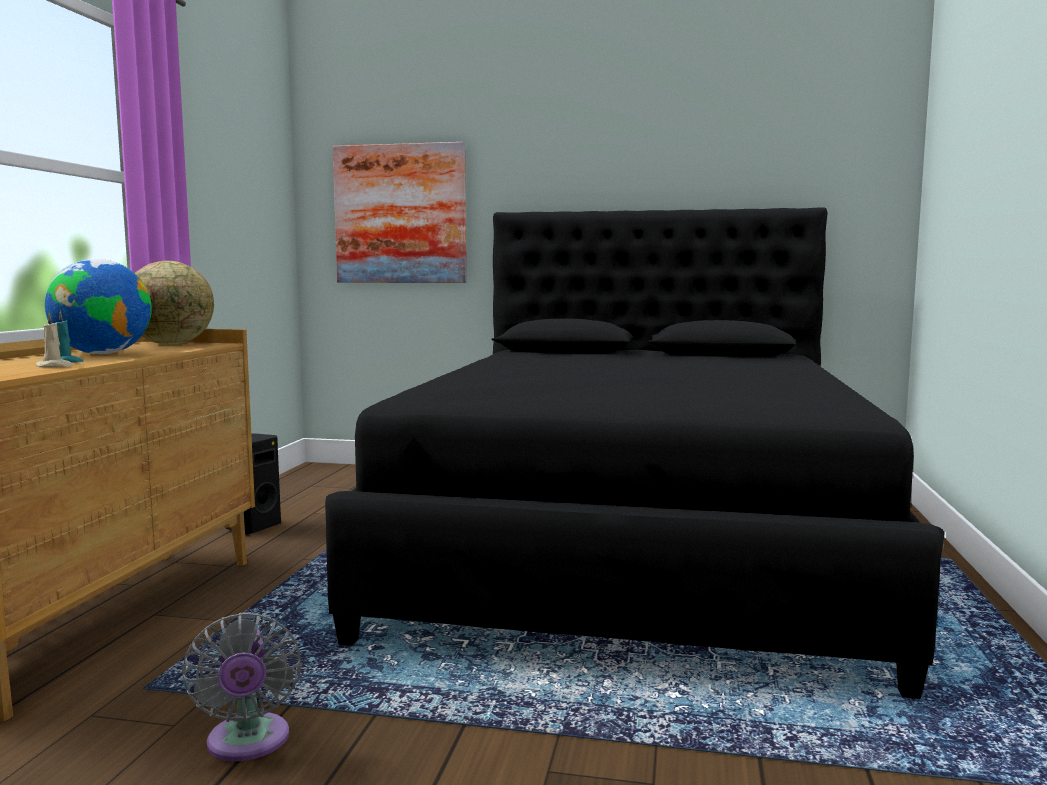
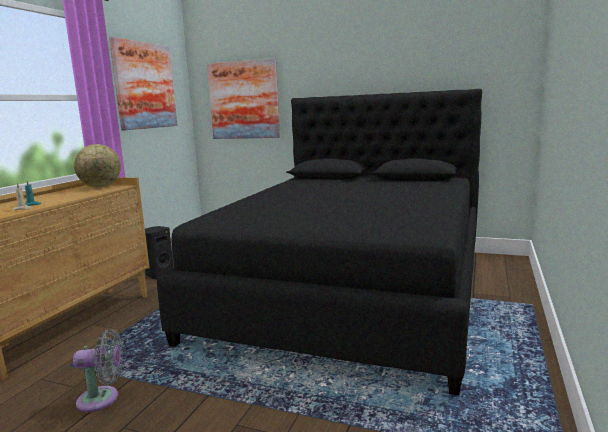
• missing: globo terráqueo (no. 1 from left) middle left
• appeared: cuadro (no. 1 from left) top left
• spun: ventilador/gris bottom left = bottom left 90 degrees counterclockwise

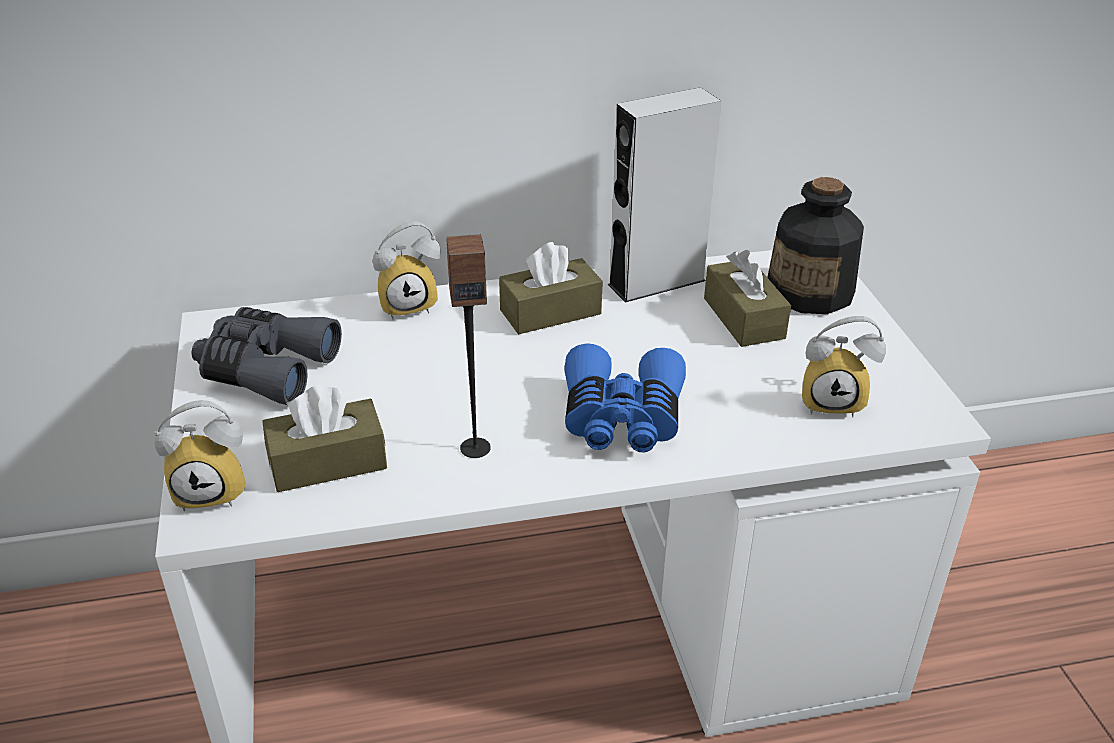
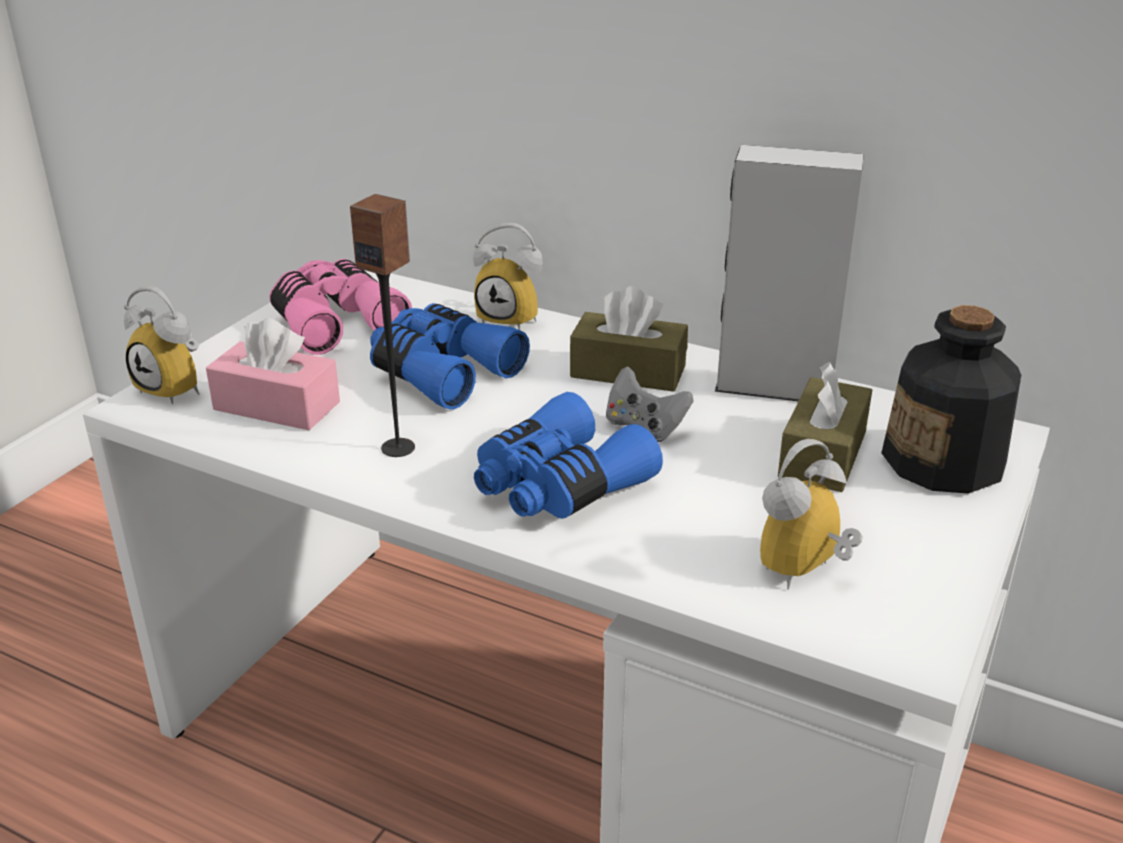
• appeared: prismáticos/azul (no. 1 from left) centre
• appeared: mando de consola/gris centre
• colour: prismáticos/gris middle left to prismáticos/rosa middle left
• colour: caja de pañuelos/marrón (no. 1 from left) middle left to caja de pañuelos/rosa middle left
• spun: despertador (no. 3 from left) middle right = middle right 90 degrees clockwise

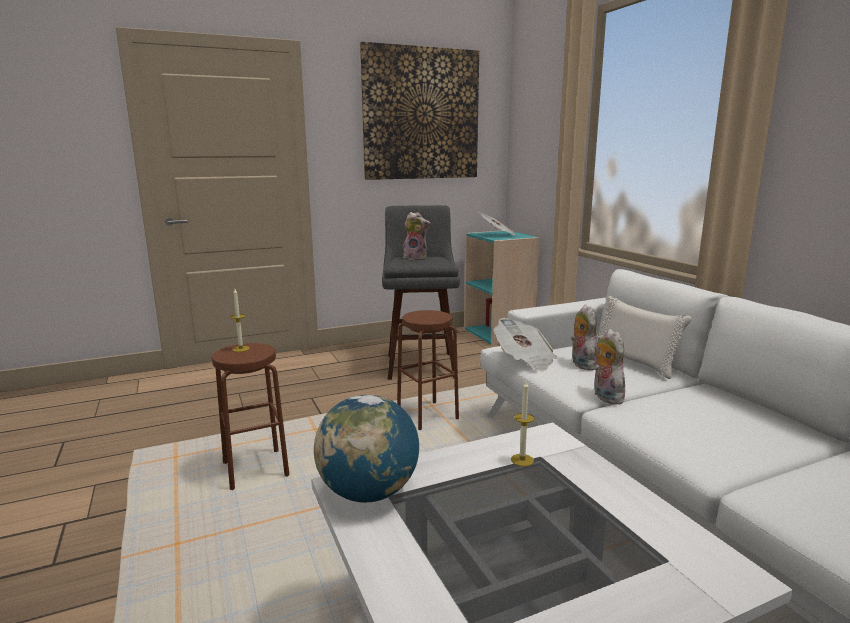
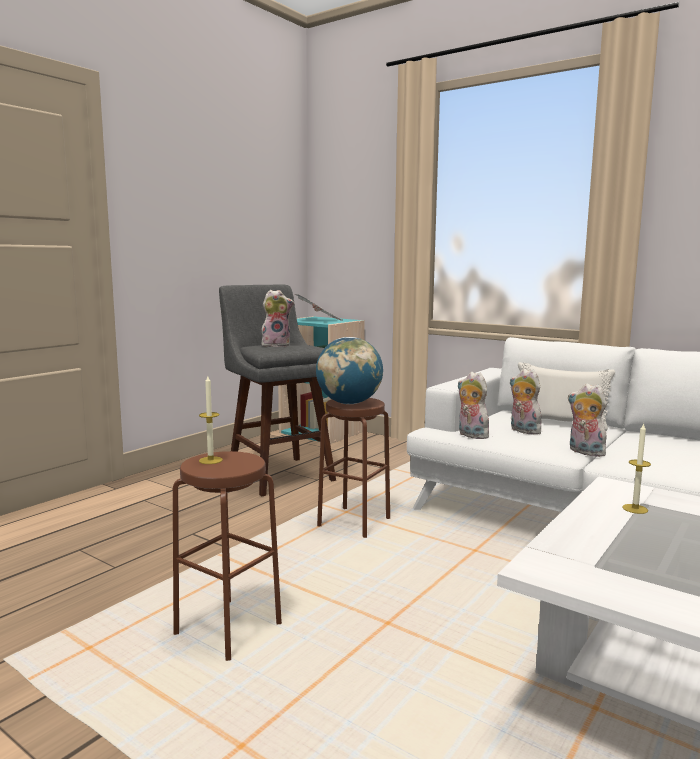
• missing: cuadro top centre
• relocated: globo terráqueo bottom centre to centre
• exchanged: periódico (no. 2 from left) centre to peluche (no. 2 from left) middle right

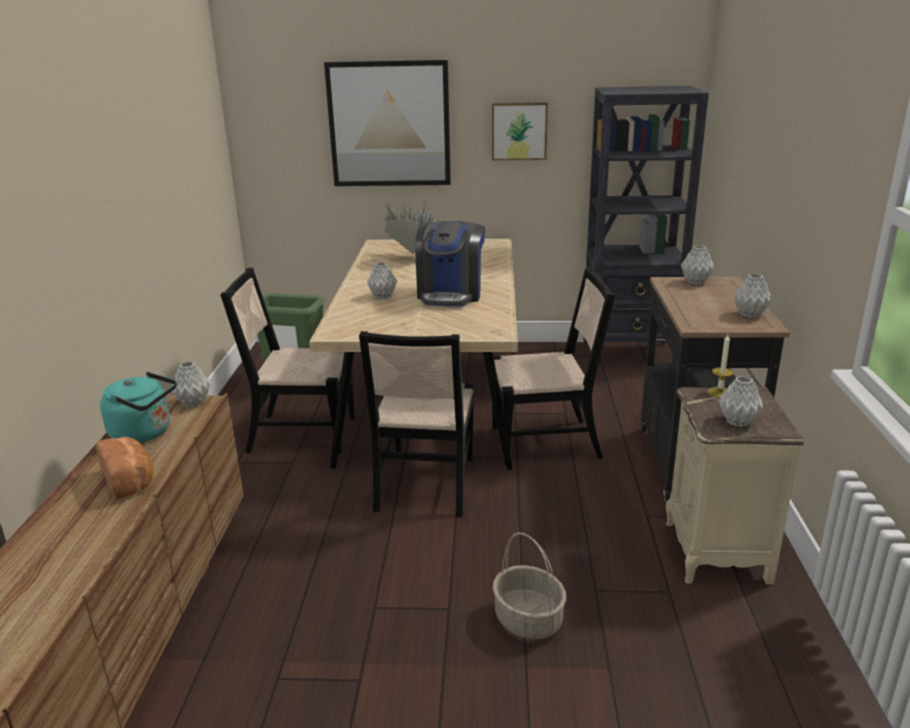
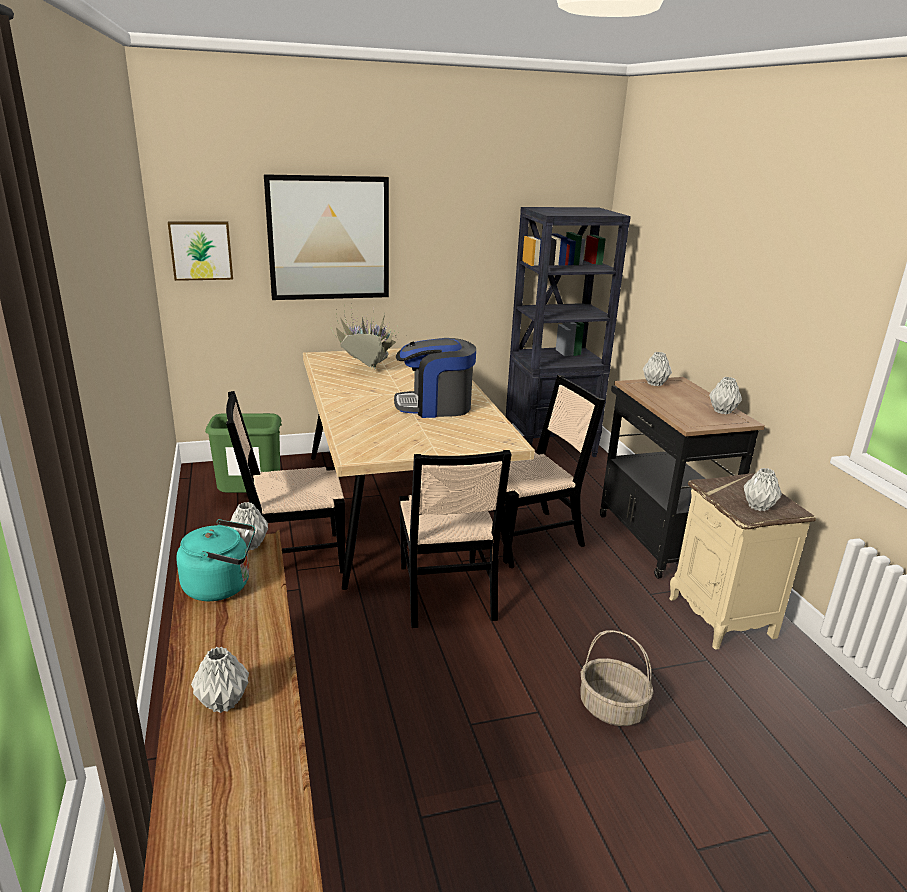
• missing: pan middle left
• missing: vela middle right
• relocated: florero/gris (no. 2 from left in the first image) centre to florero/gris (no. 1 from left) bottom left
• relocated: cuadro (no. 2 from left in the first image) top centre to cuadro (no. 1 from left) top left
• spun: cafetera centre = centre 90 degrees clockwise

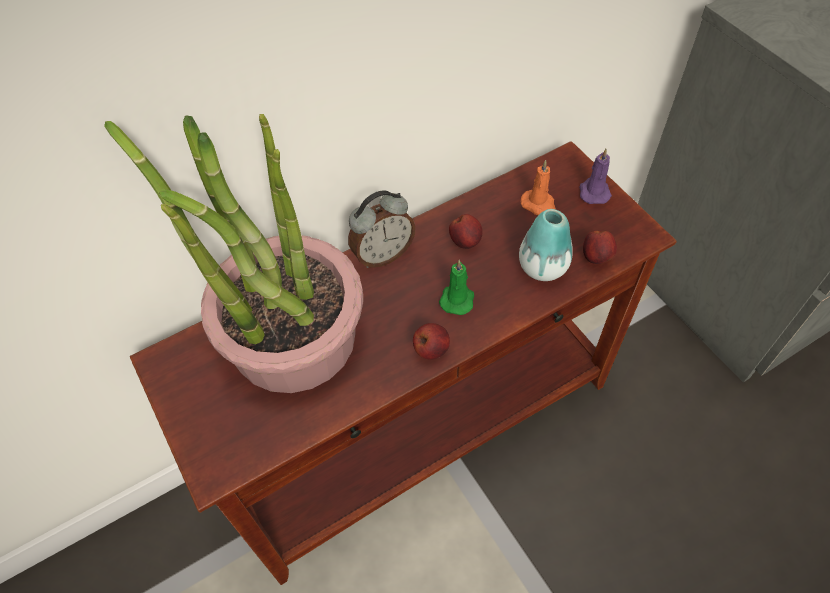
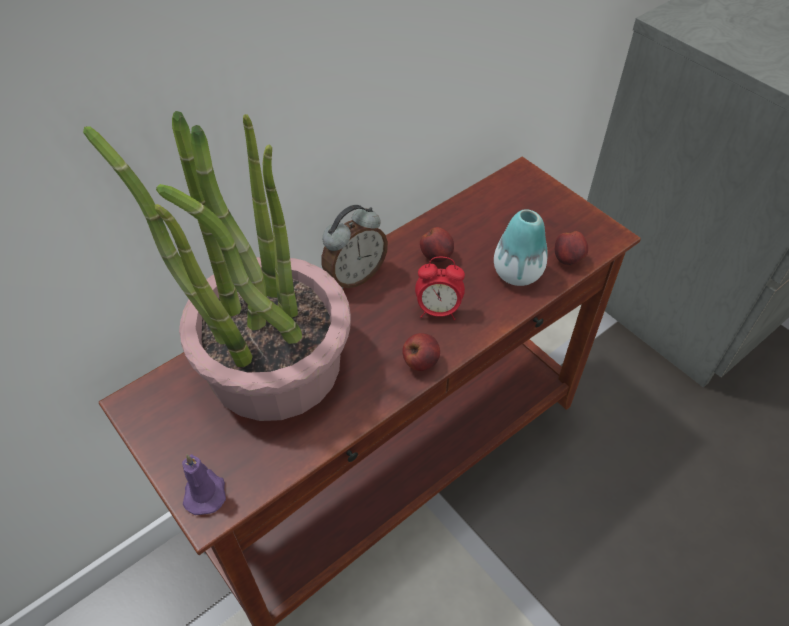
• missing: vela/naranja top centre
• relocated: vela/morado top right to bottom left
• exchanged: vela/verde centre to despertador (no. 2 from left) centre

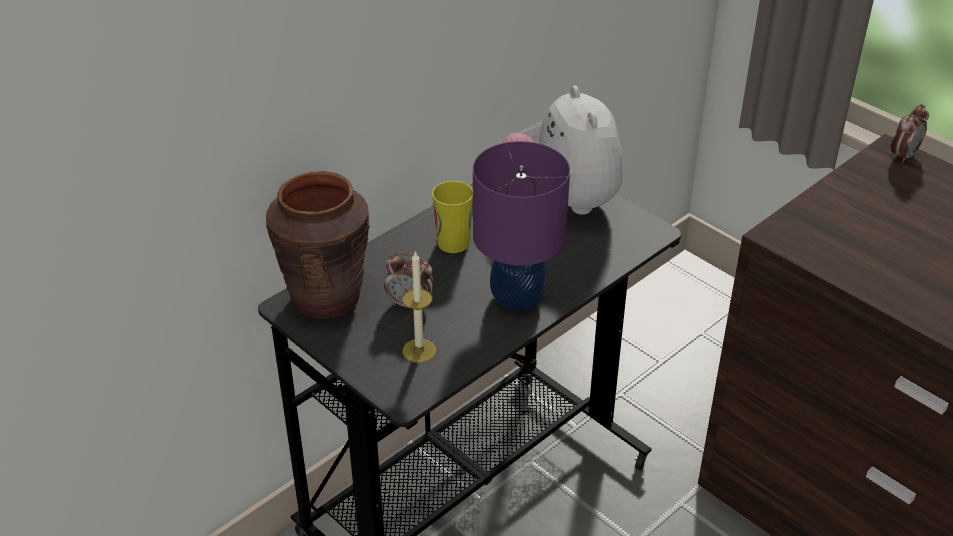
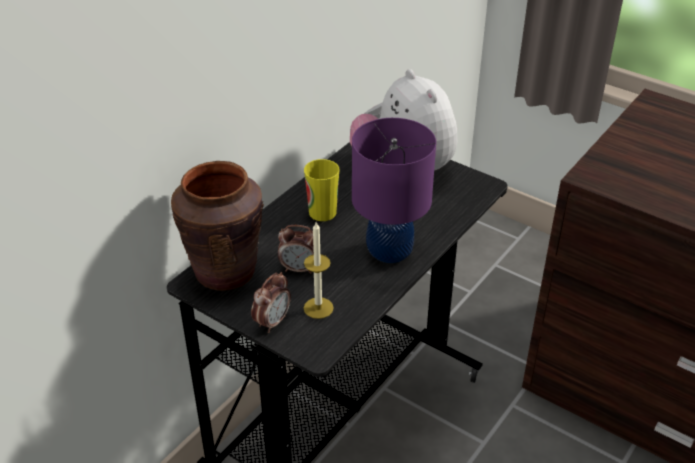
• relocated: despertador (no. 2 from left in the first image) top right to despertador (no. 1 from left) centre

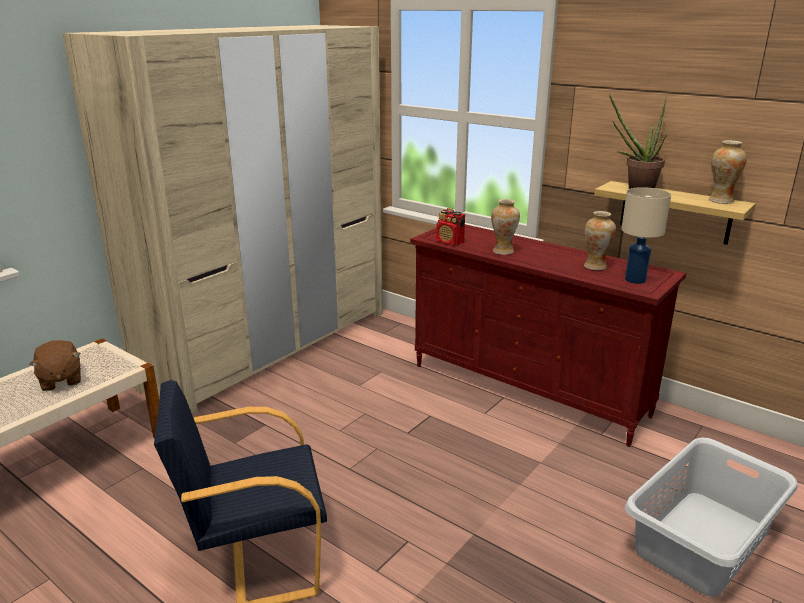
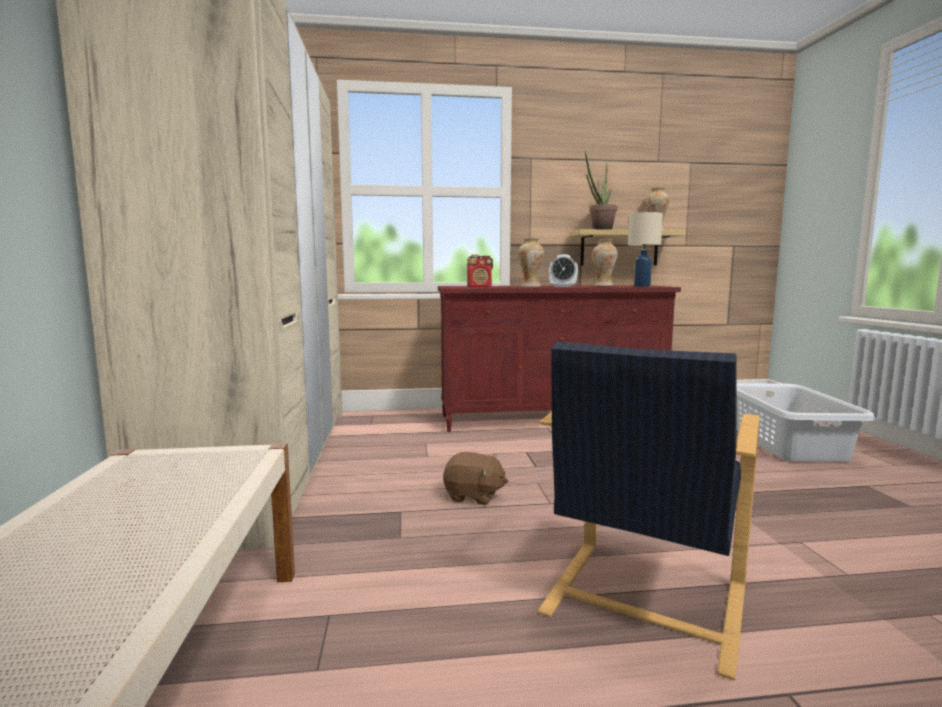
• appeared: despertador centre
• relocated: peluche/marrón middle left to bottom centre

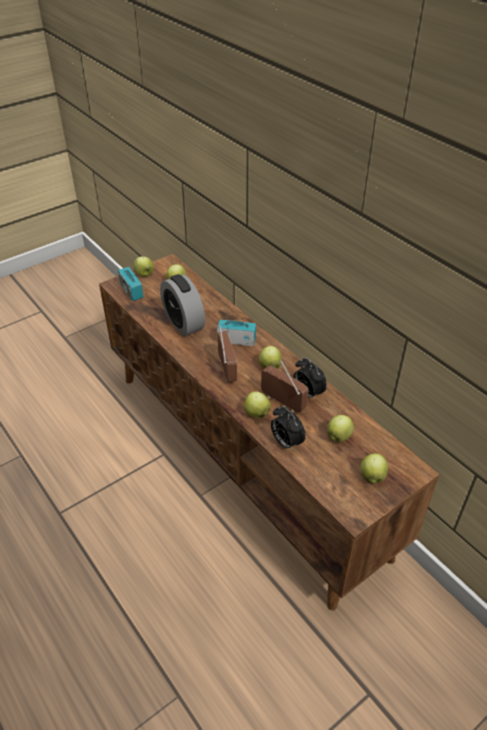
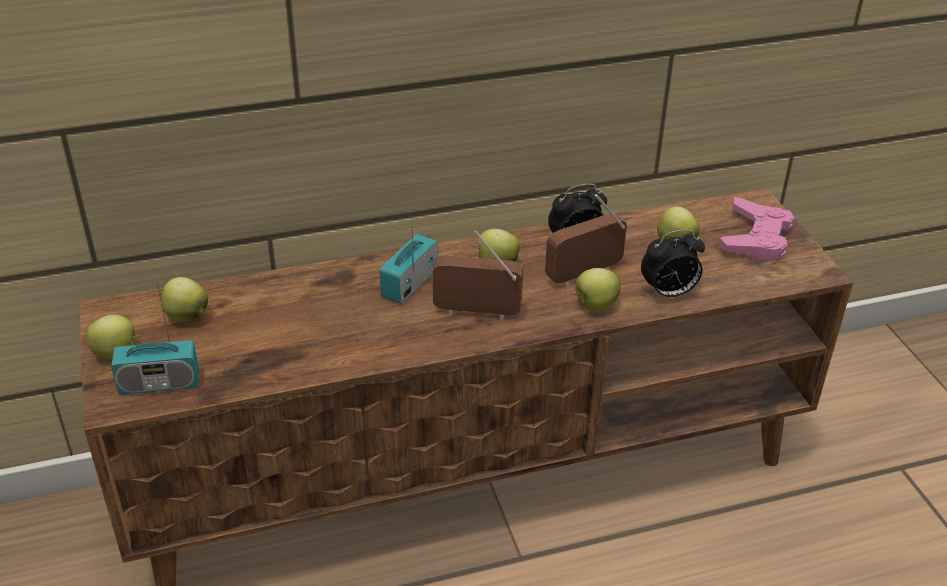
• missing: despertador (no. 1 from left) centre
• exchanged: manzana (no. 6 from left) middle right to mando de consola/rosa middle right

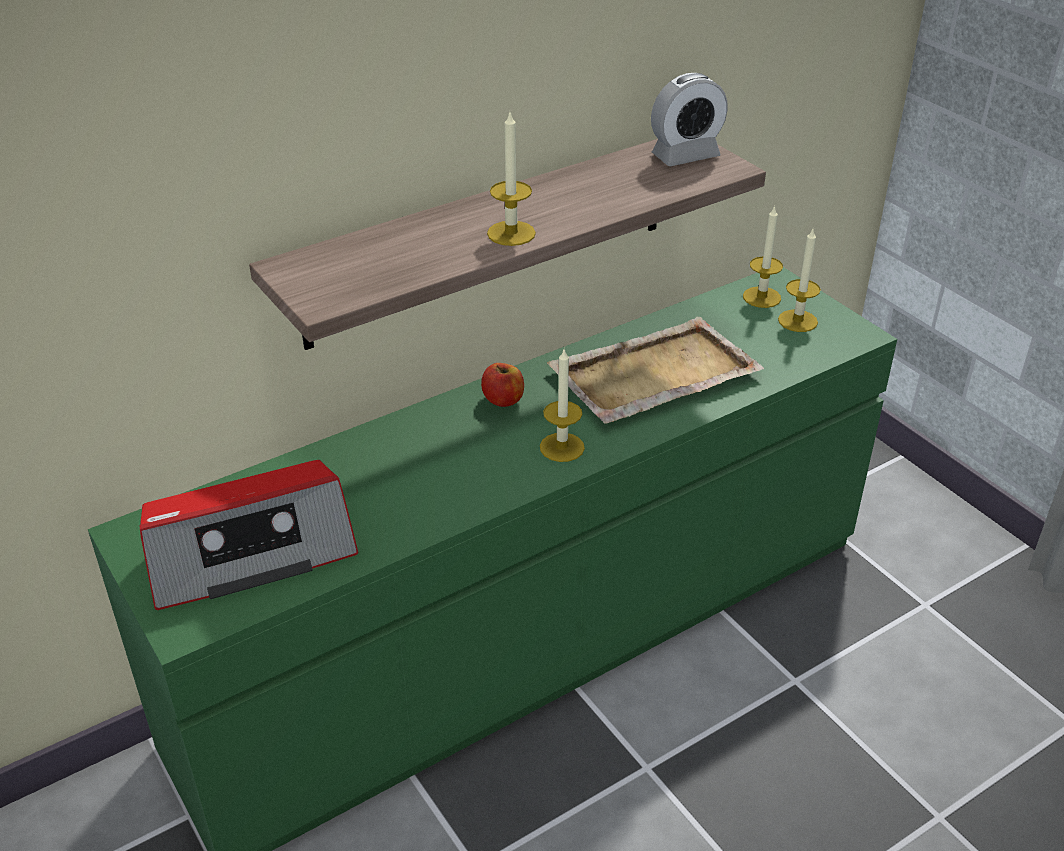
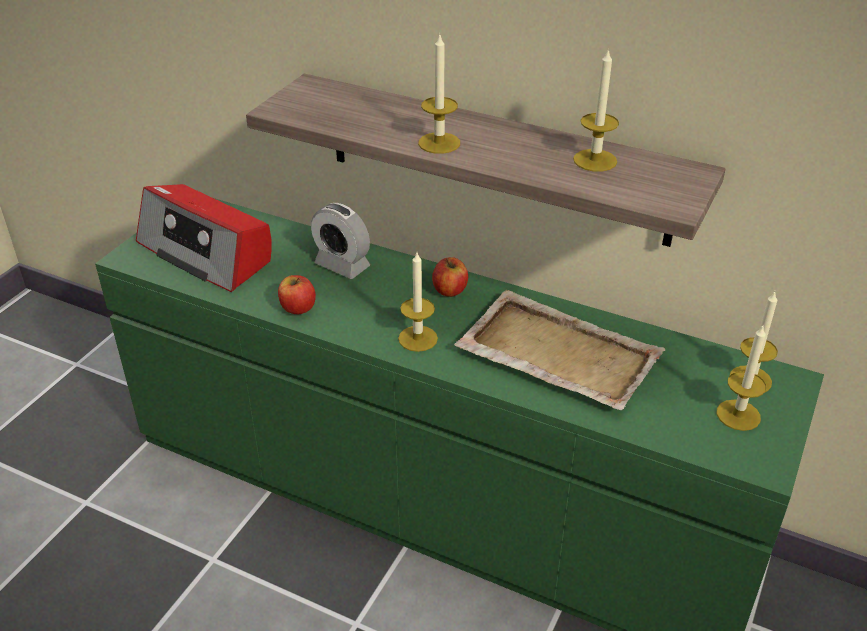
• appeared: manzana (no. 1 from left) centre
• appeared: vela (no. 3 from left) top right
• relocated: despertador top centre to centre

